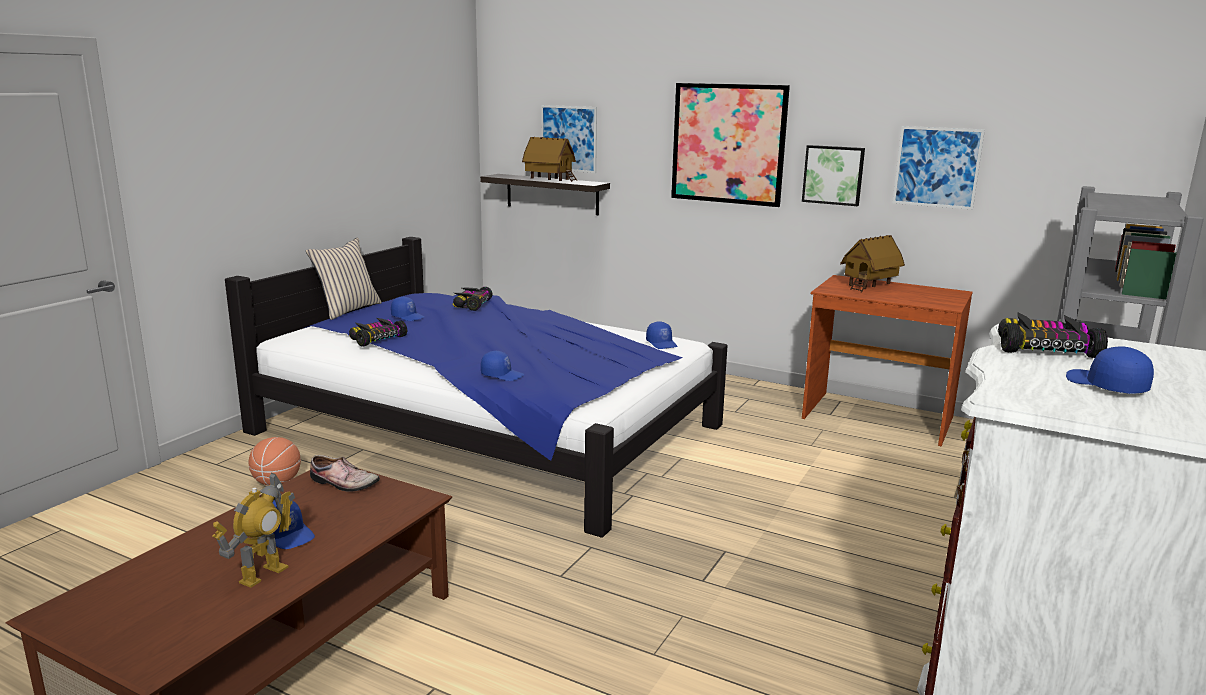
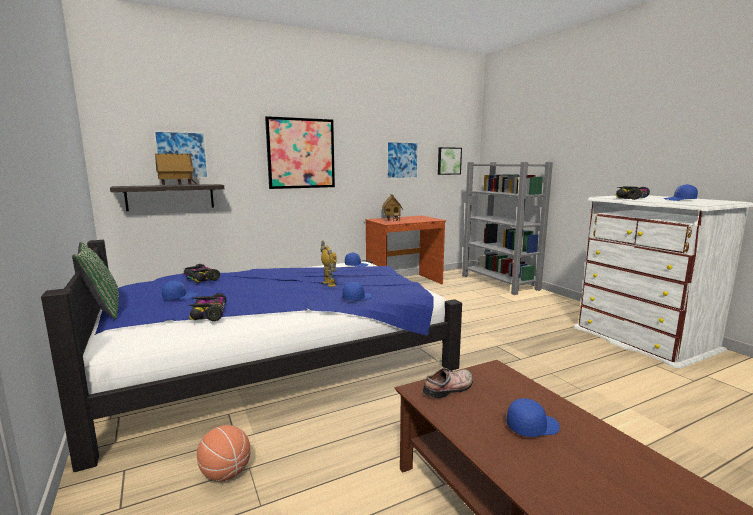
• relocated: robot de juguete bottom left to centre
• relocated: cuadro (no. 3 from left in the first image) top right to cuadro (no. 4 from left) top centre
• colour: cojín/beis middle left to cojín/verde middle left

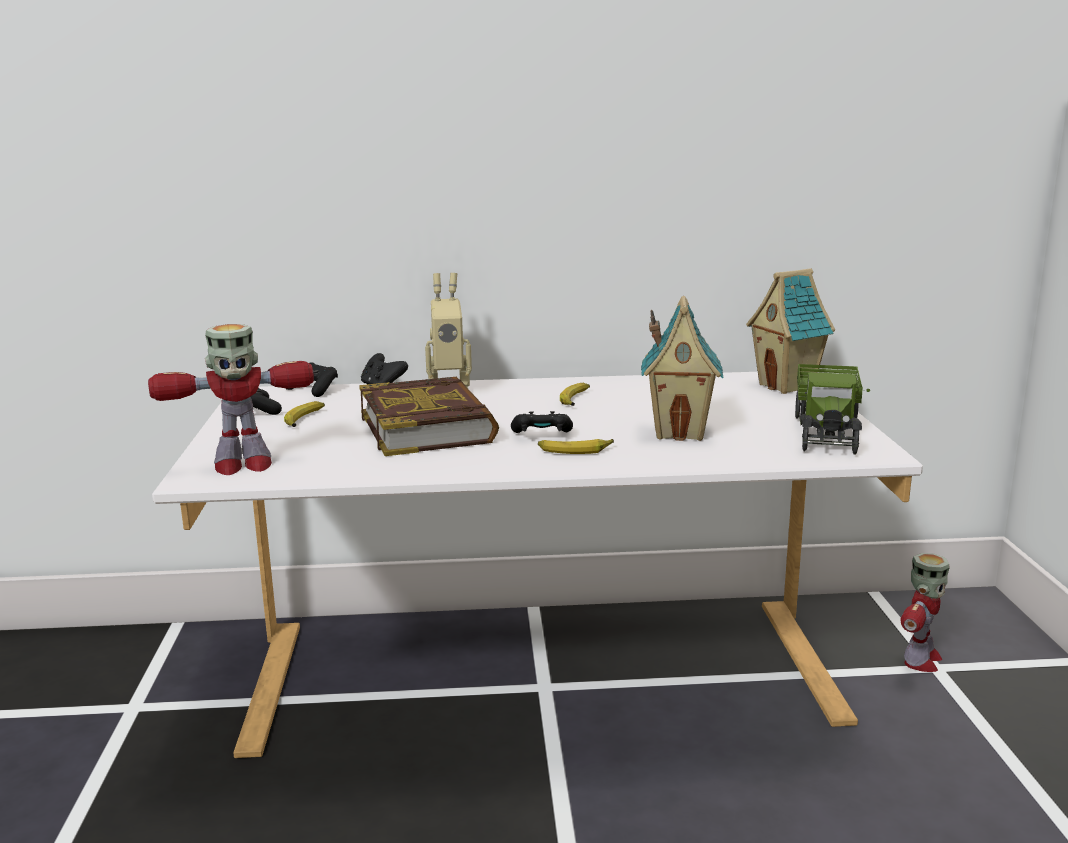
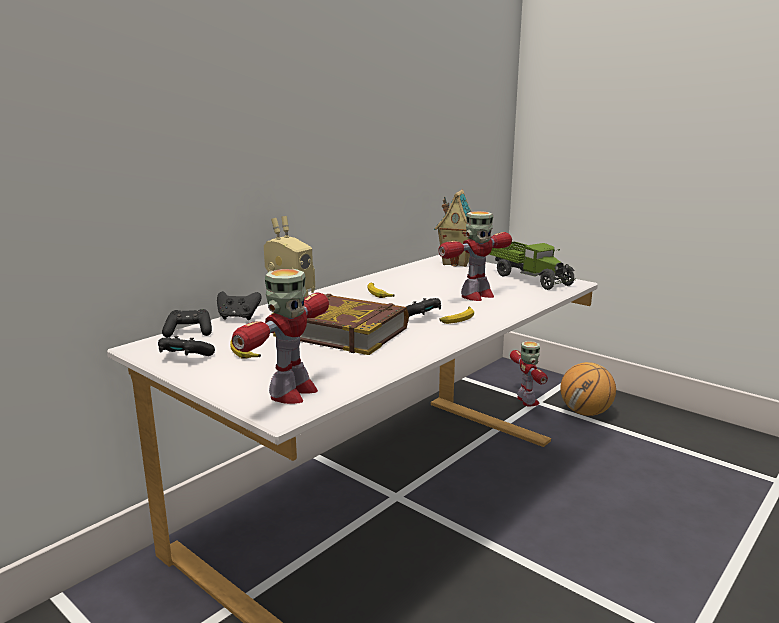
• appeared: balón de baloncesto middle right
• exchanged: casita (no. 1 from left) centre to robot de juguete (no. 3 from left) centre

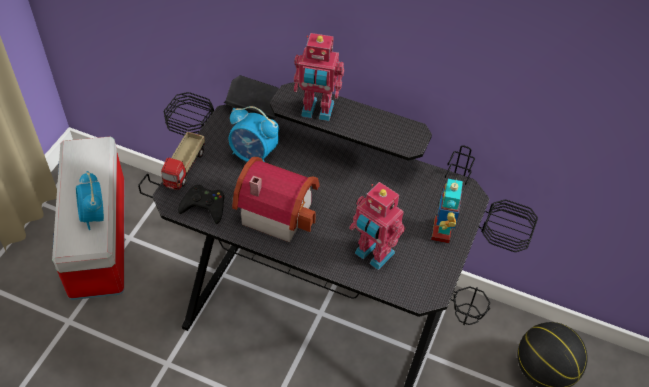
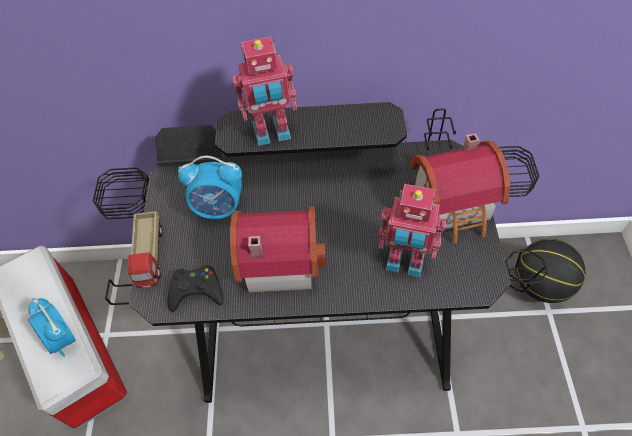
• exchanged: robot de juguete (no. 3 from left) middle right to casita (no. 2 from left) middle right

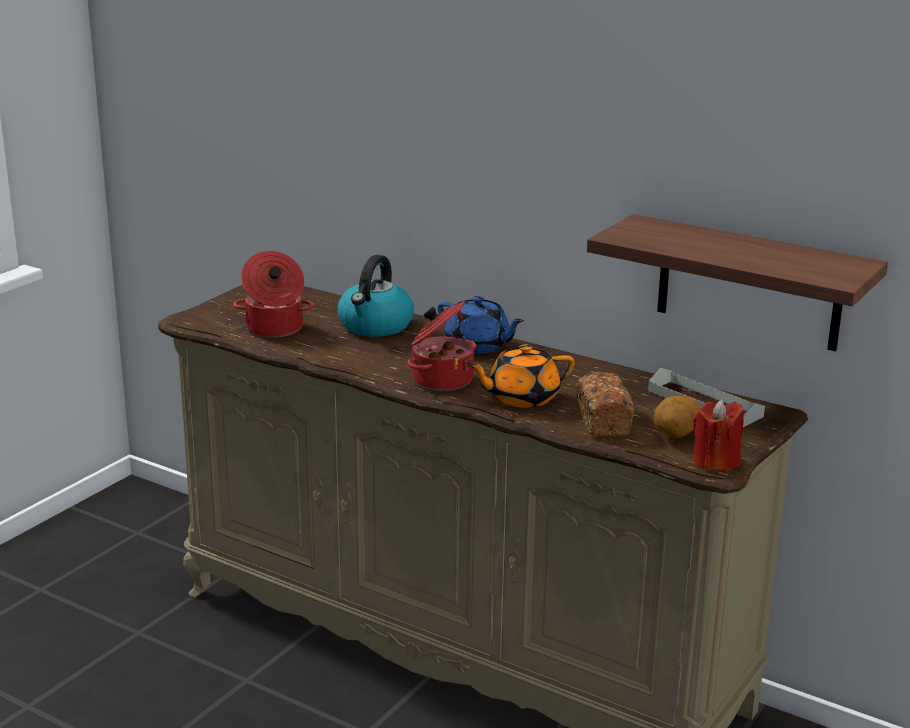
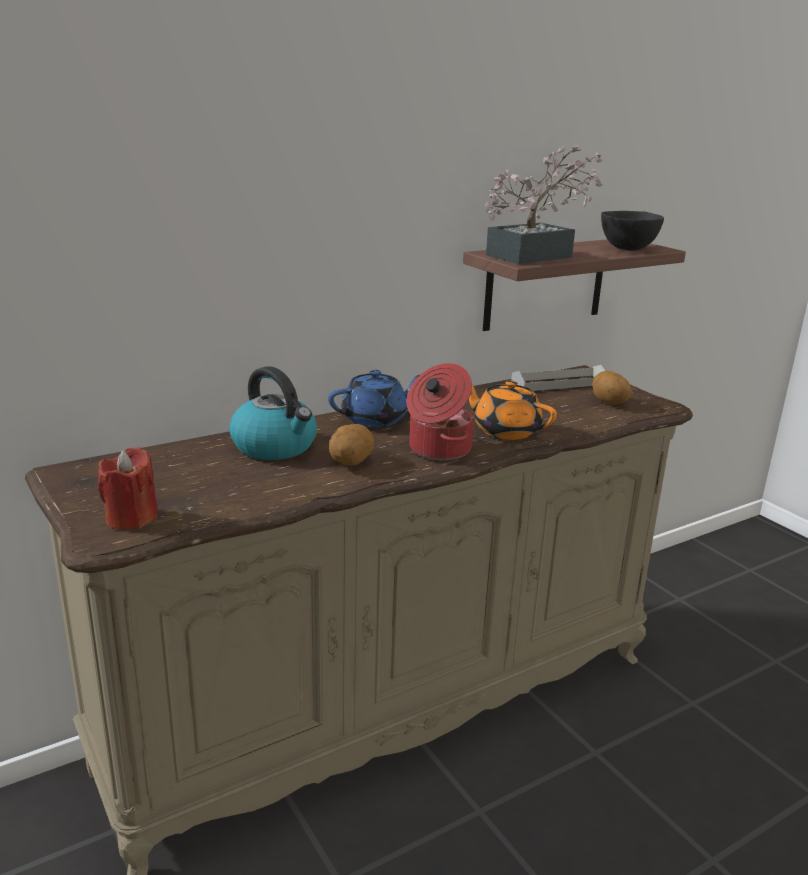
• missing: olla (no. 1 from left) middle left
• missing: pan centre
• appeared: patata (no. 1 from left) centre
• appeared: planta en maceta top right
• appeared: cuenco/negro top right
• relocated: vela/rojo middle right to middle left
• spun: tetera/naranja centre = centre 120 degrees clockwise

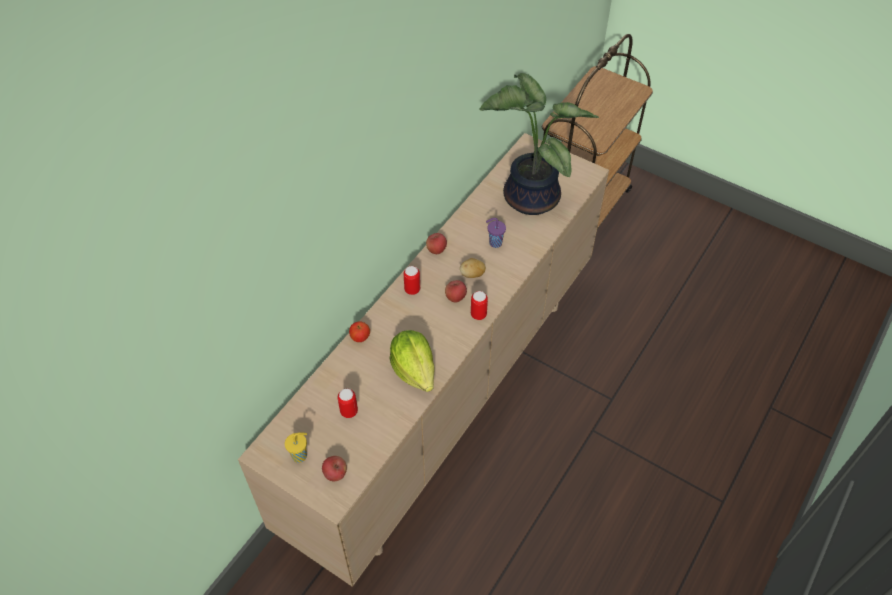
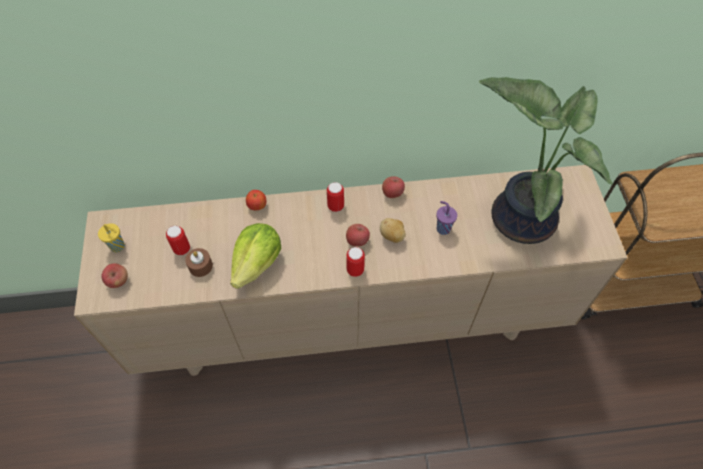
• appeared: vela/marrón middle left

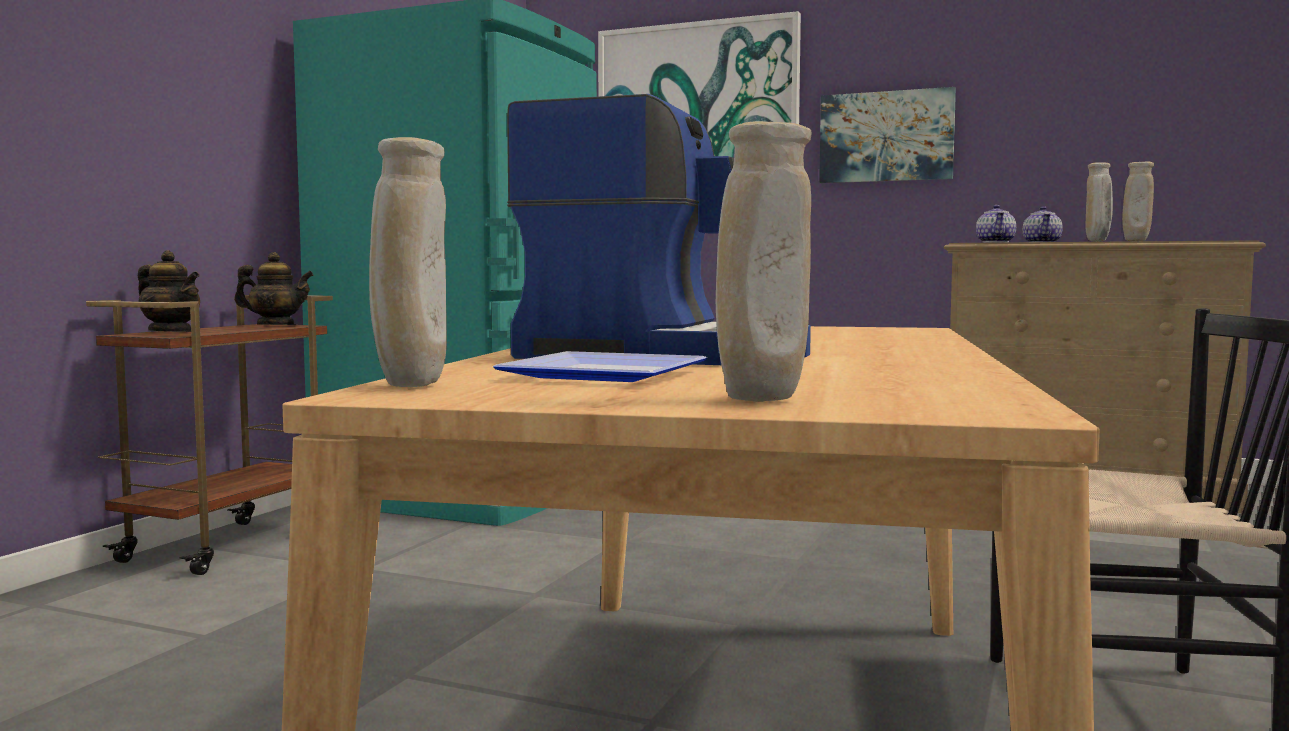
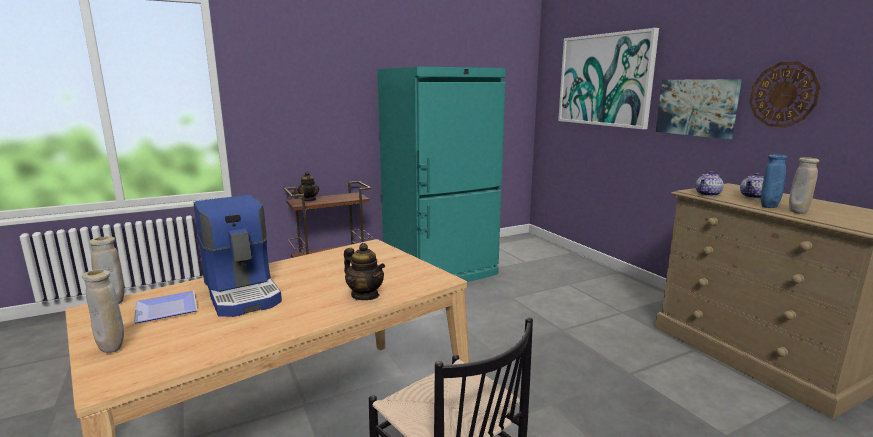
• appeared: reloj de pared top right
• relocated: tetera (no. 2 from left) middle left to centre
• colour: florero/beis (no. 3 from left) top right to florero/azul middle right

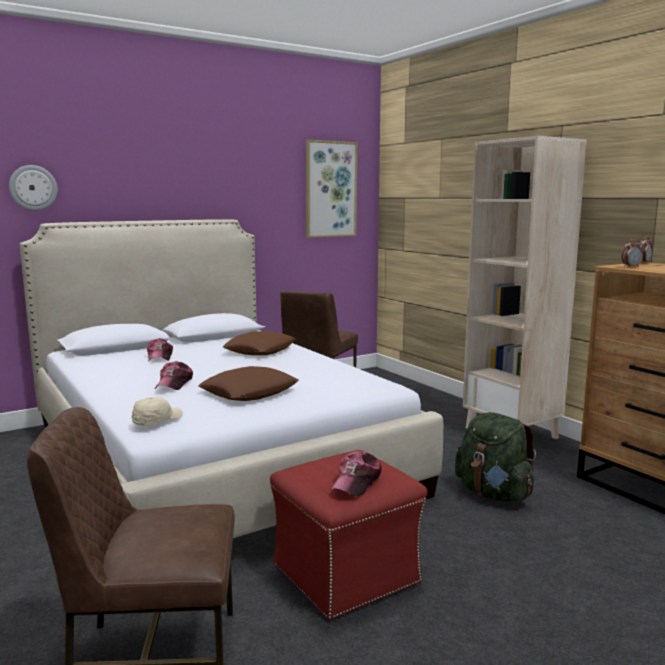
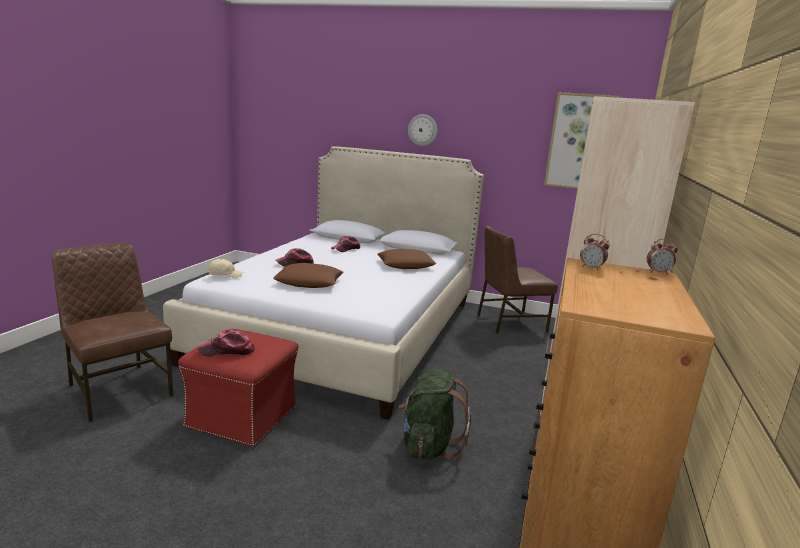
• relocated: reloj de pared top left to top centre

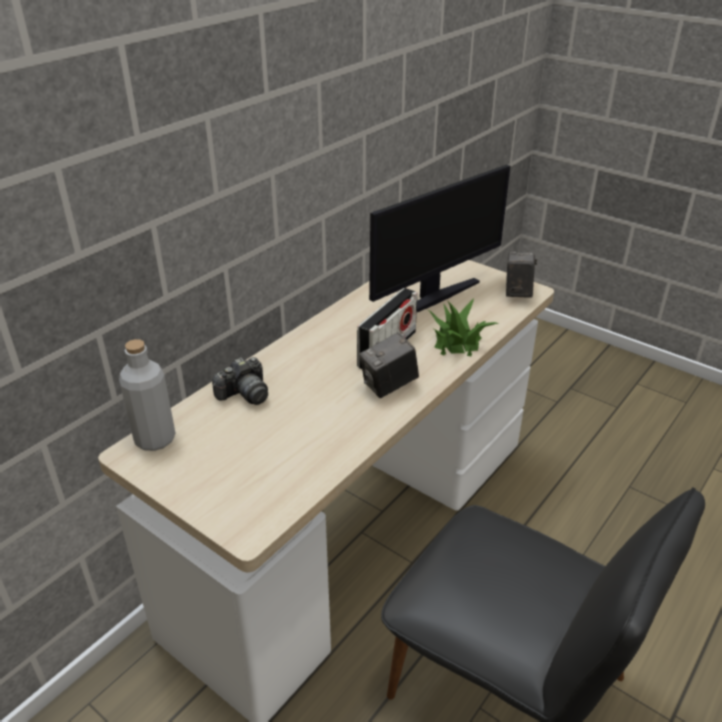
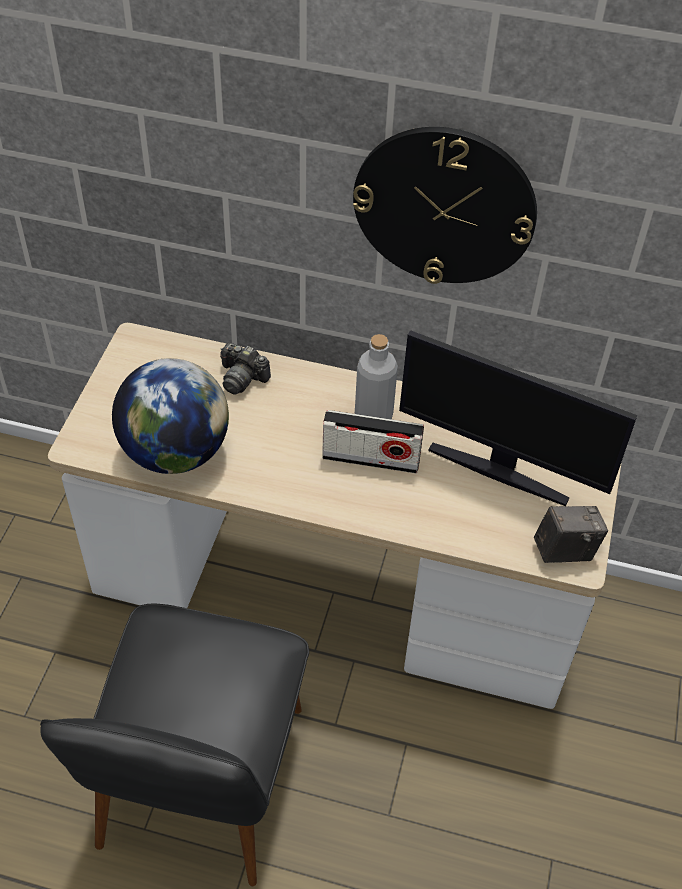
• missing: cámara (no. 2 from left) centre
• missing: planta en maceta centre
• appeared: globo terráqueo middle left
• appeared: reloj de pared top centre
• relocated: botella/gris middle left to centre

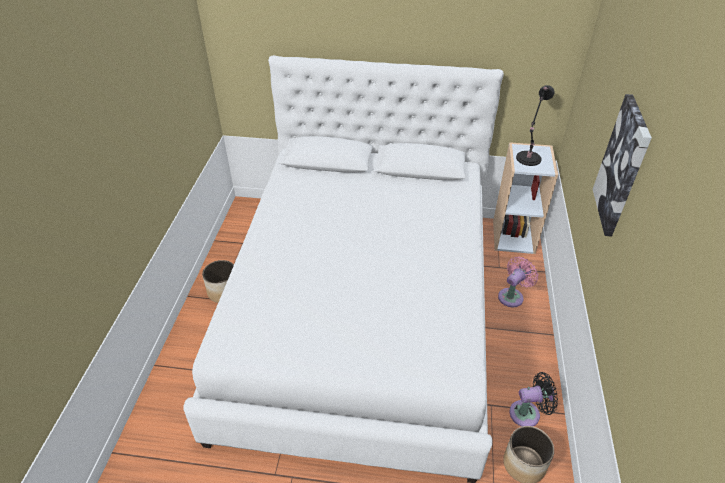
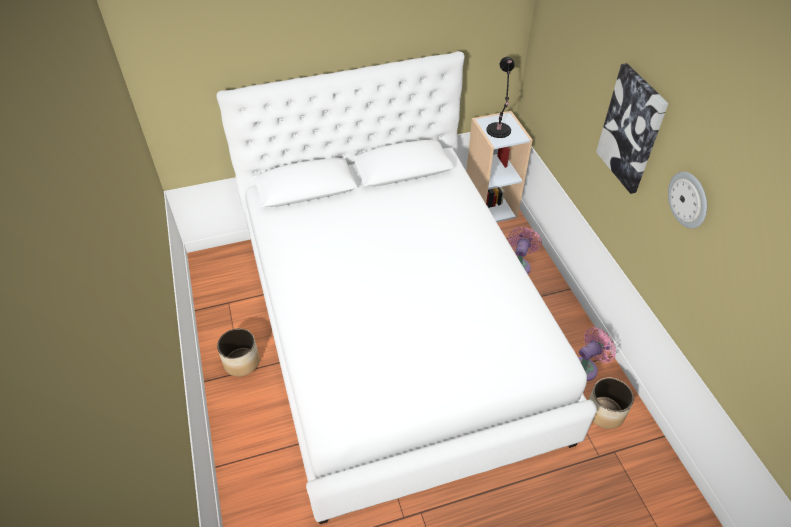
• appeared: reloj de pared middle right
• colour: ventilador/negro bottom right to ventilador/rosa (no. 2 from left) bottom right

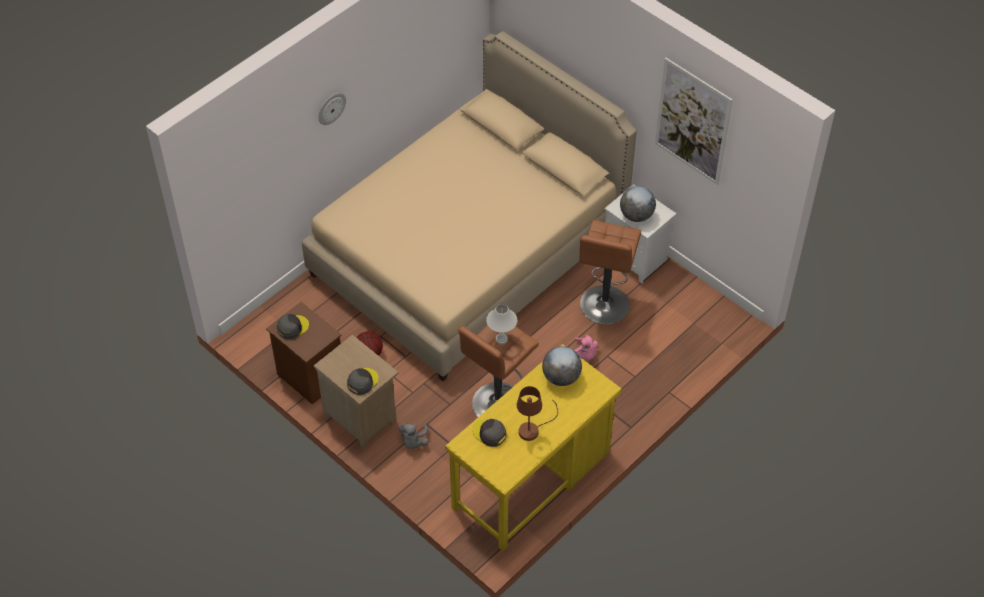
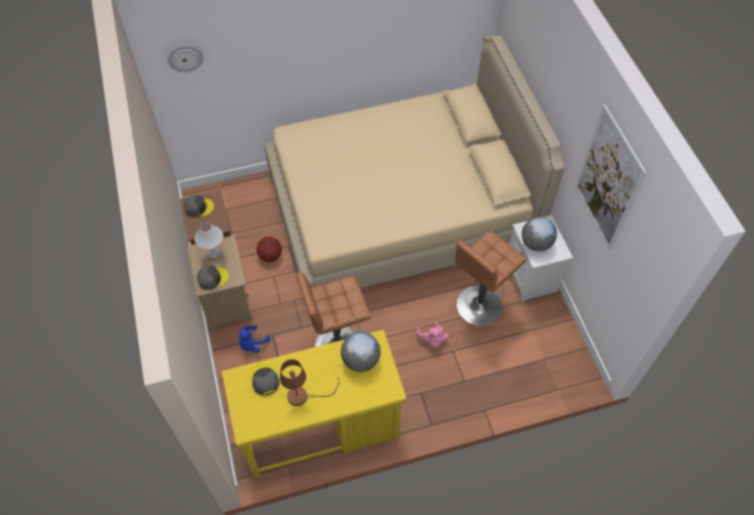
• relocated: reloj de pared top centre to top left
• relocated: lámpara de mesa/blanco centre to middle left
• colour: peluche/gris bottom centre to peluche/azul centre

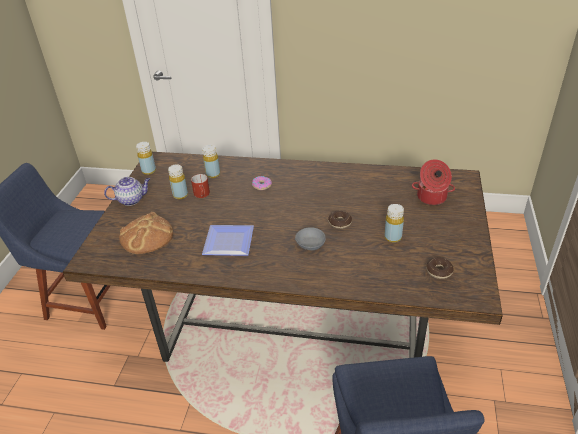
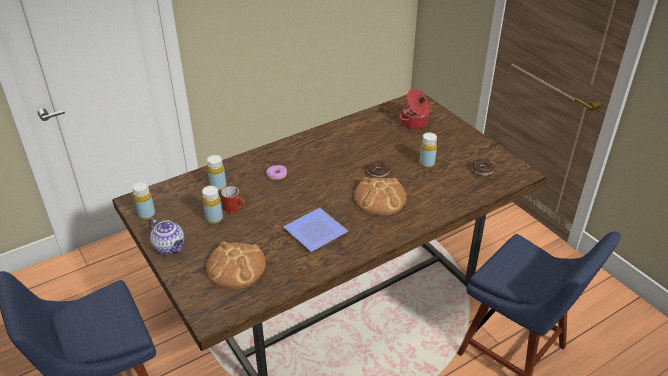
• exchanged: cuenco/gris centre to pan (no. 2 from left) centre
• spun: tetera middle left = middle left 105 degrees clockwise

